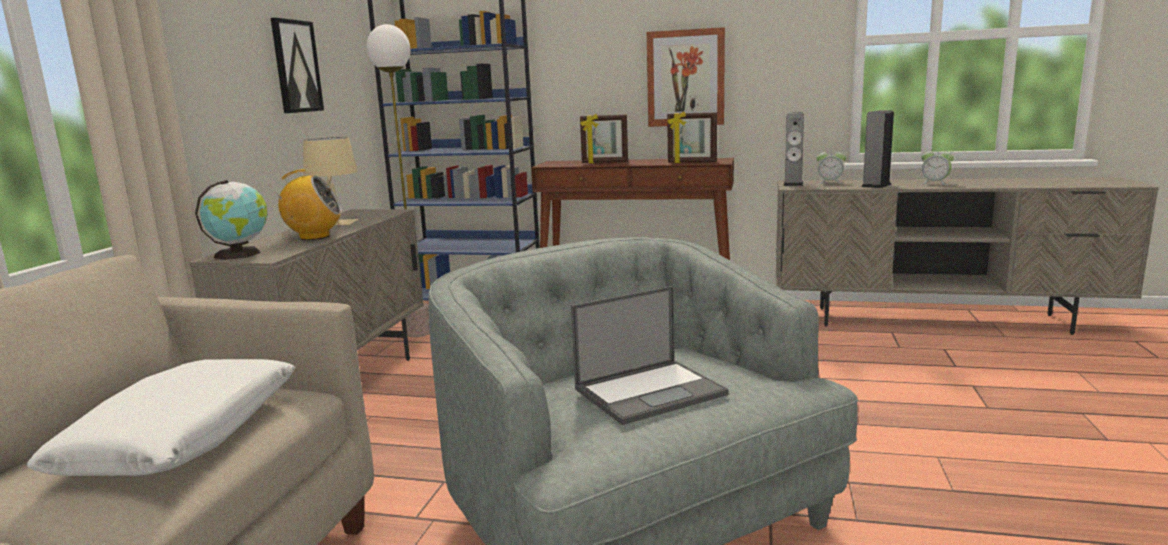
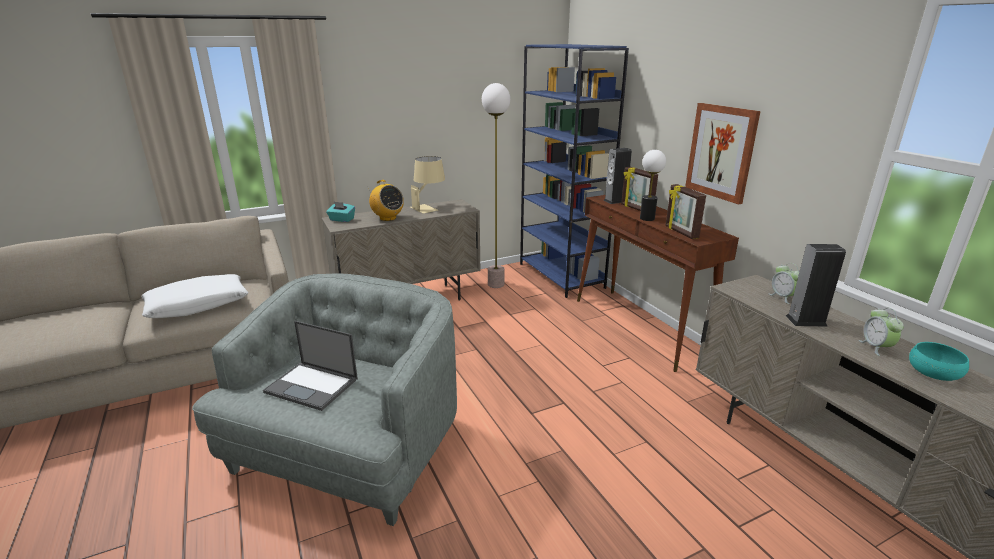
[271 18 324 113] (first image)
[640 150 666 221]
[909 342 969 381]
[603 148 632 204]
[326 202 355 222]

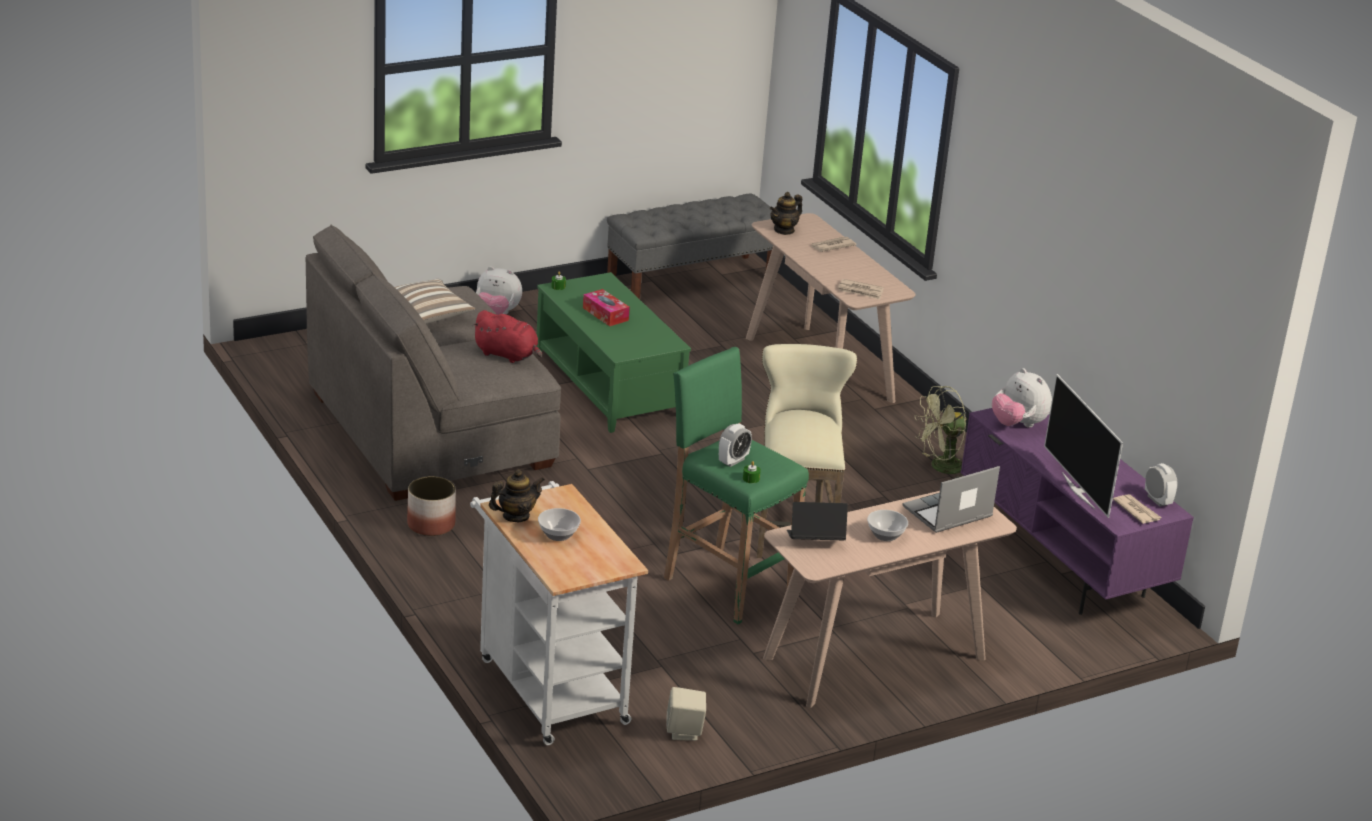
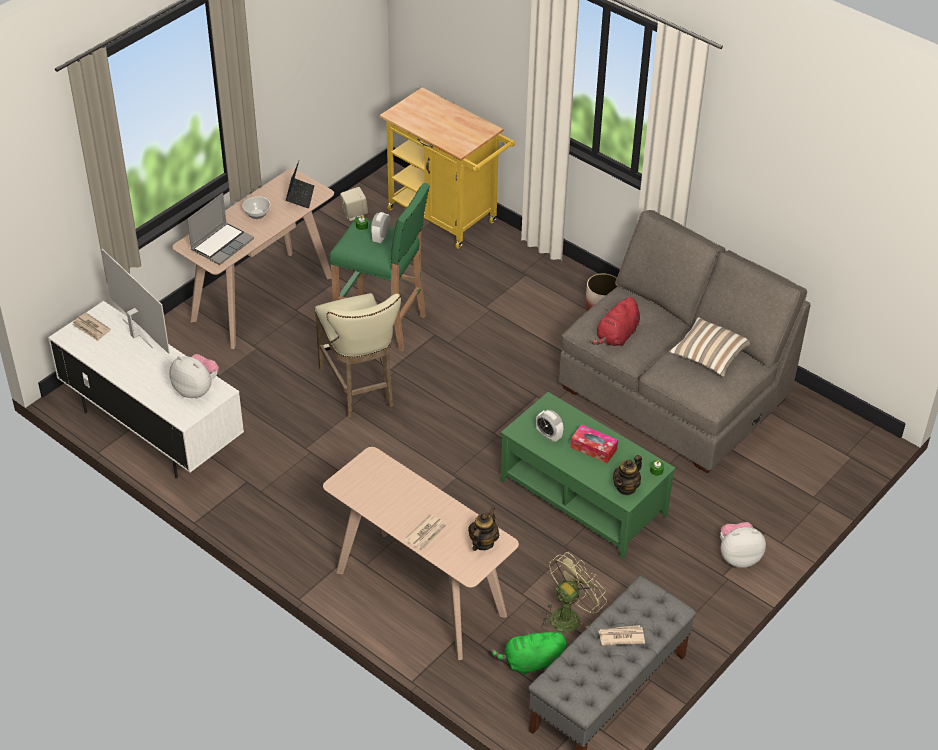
[538 508 581 541] (first image)
[491 629 567 675]
[613 455 642 496]
[598 625 645 646]
[541 552 607 633]
[536 410 563 442]
[380 88 515 249]
[48 301 244 478]
[590 297 640 347]
[286 161 314 209]

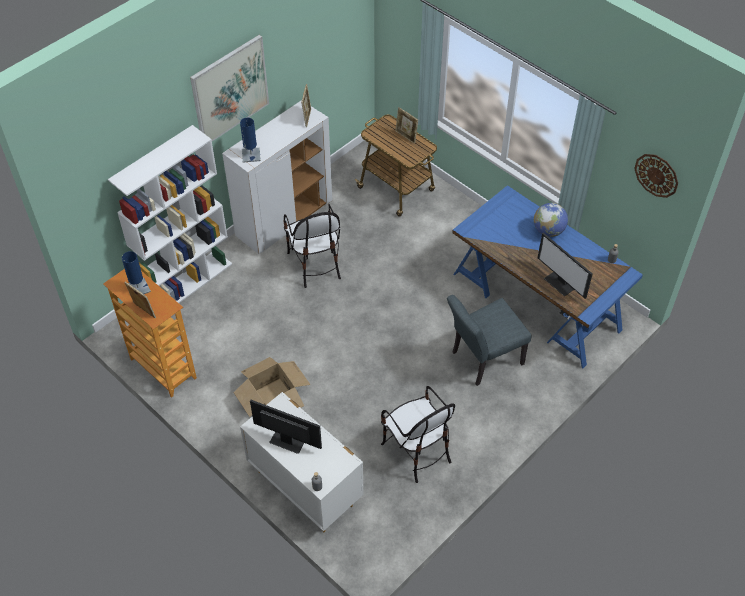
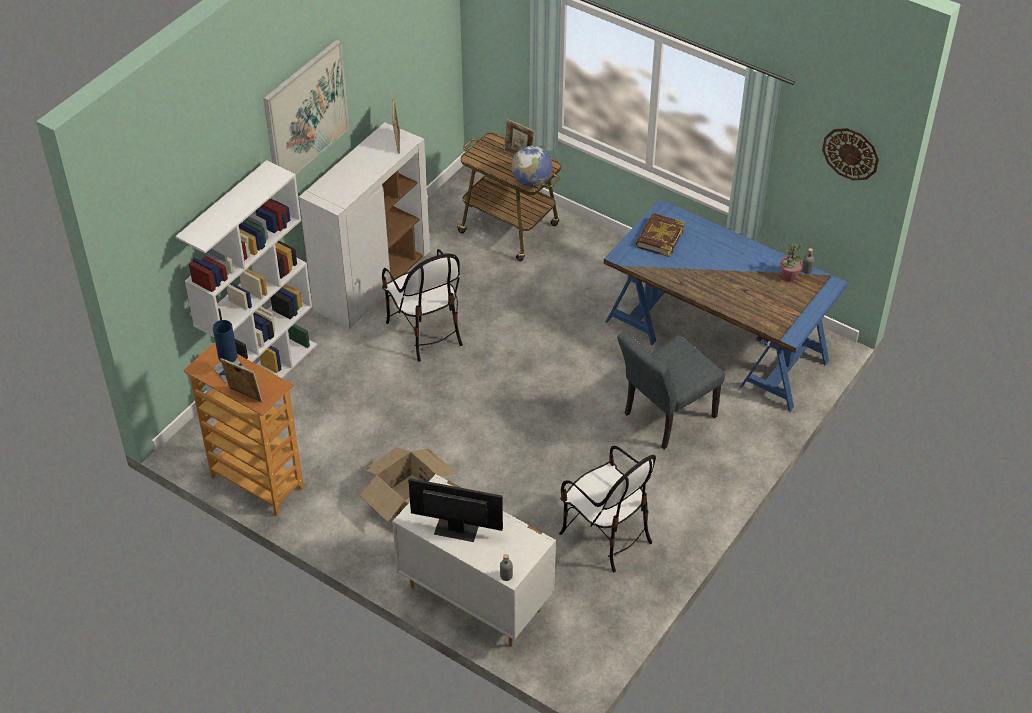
[240 118 261 163] (first image)
[538 233 593 299] (first image)
[636 213 685 257]
[780 243 803 282]
[511 146 552 187]

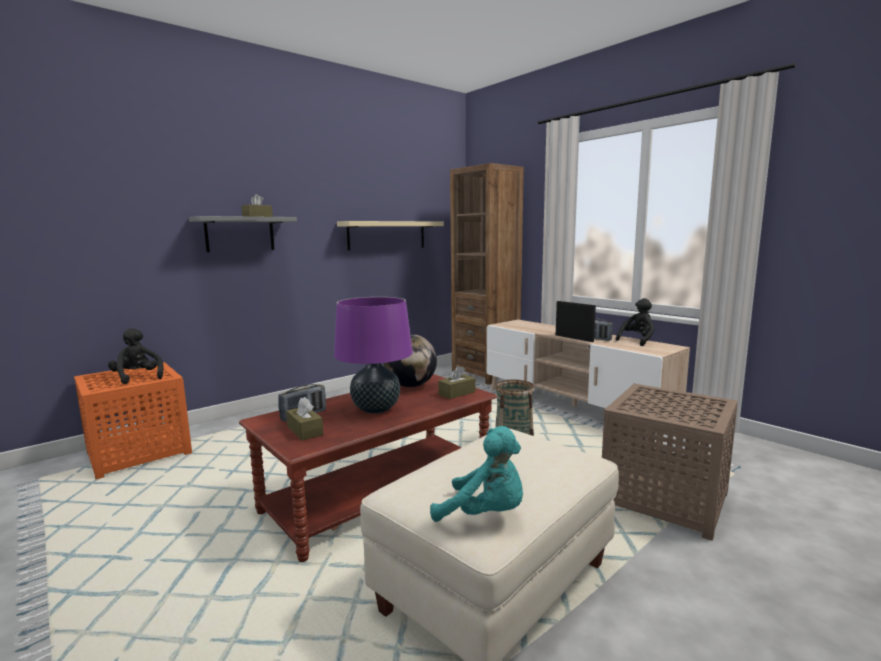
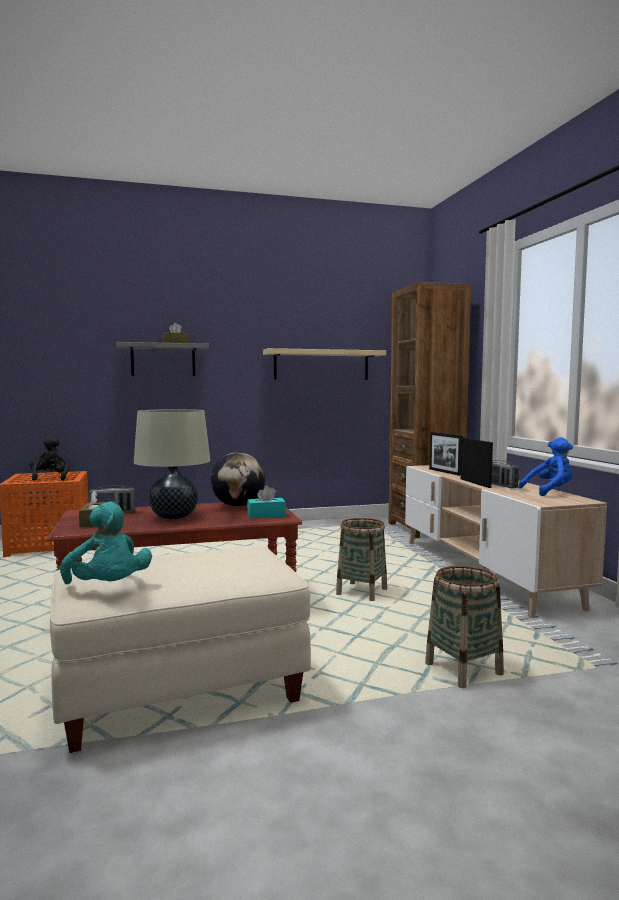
[429 432 463 476]
[425 566 504 688]
[134 409 210 520]
[247 485 286 518]
[518 437 573 496]

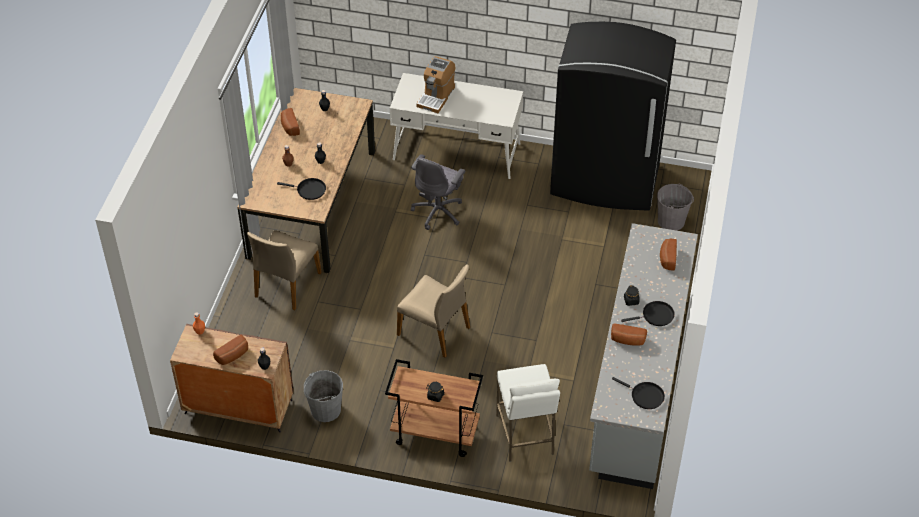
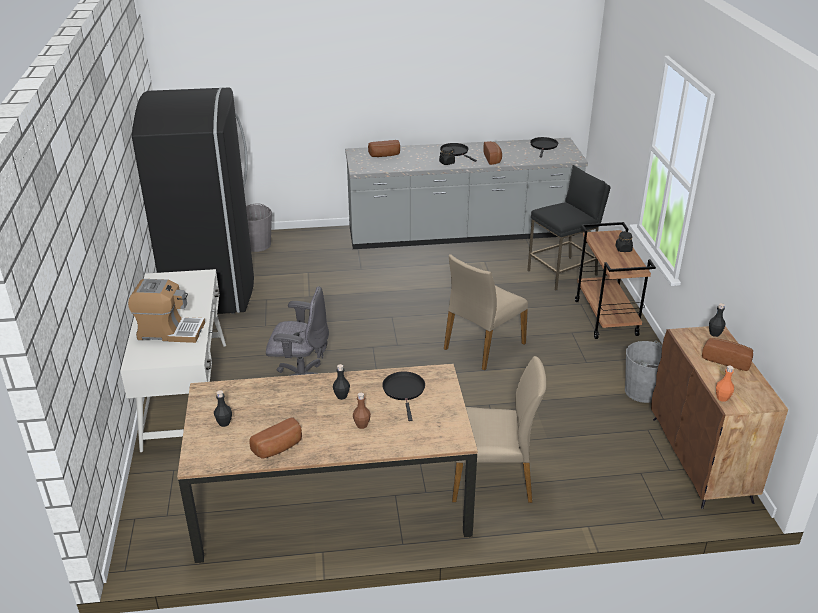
[527 165 611 291]
[444 254 528 370]

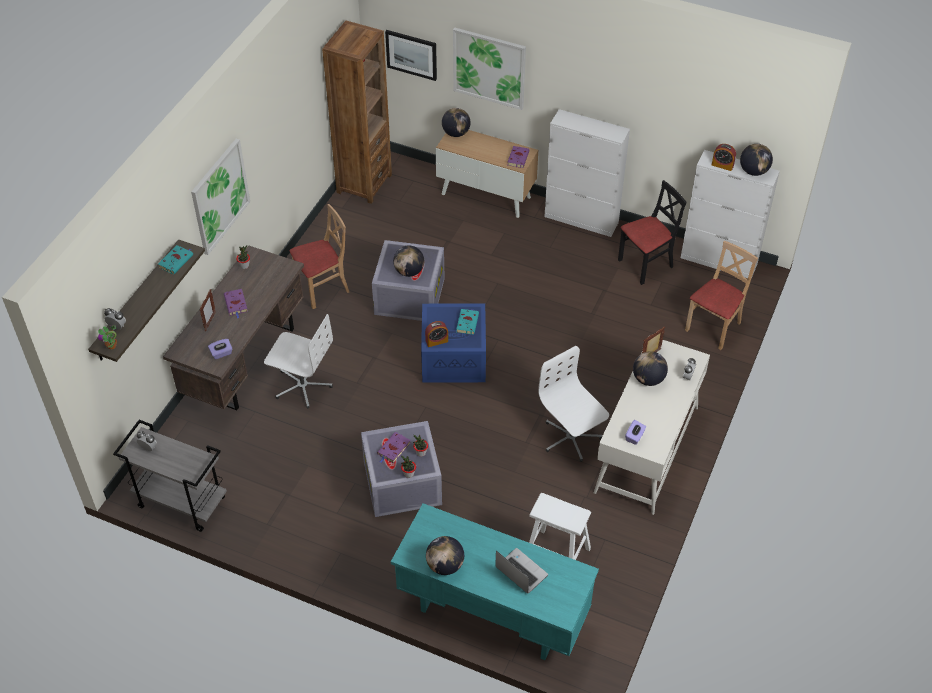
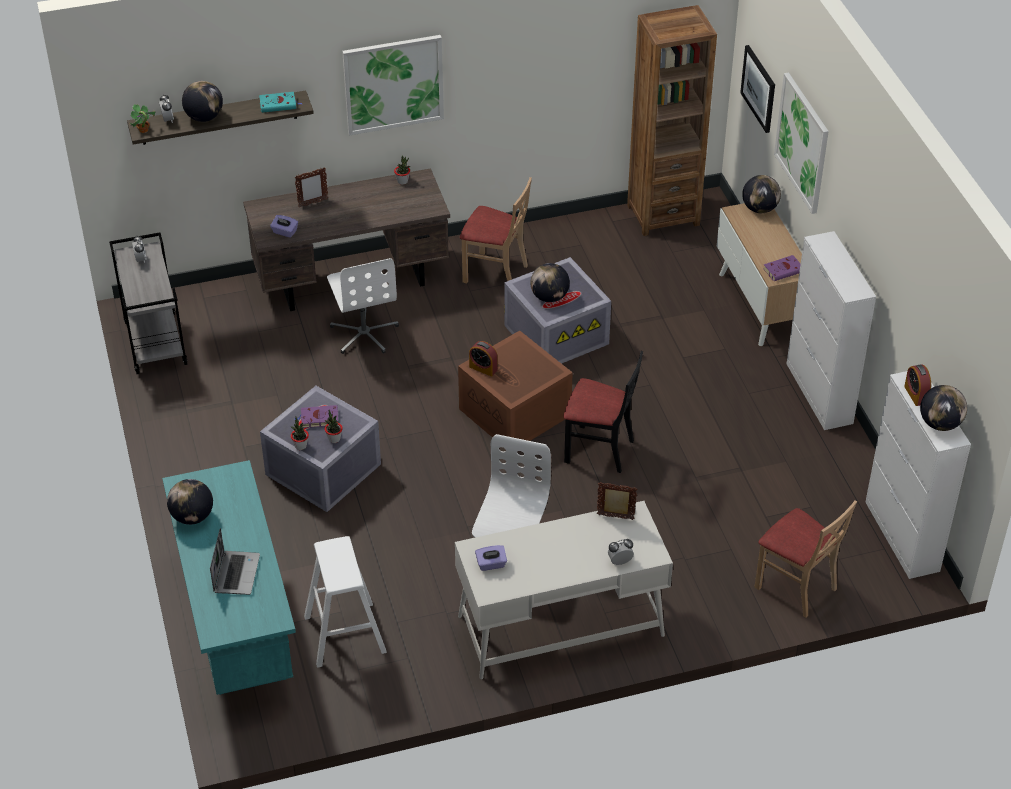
[224 289 248 319] (first image)
[456 309 479 335] (first image)
[563 351 643 473]
[182 81 223 122]
[458 331 573 441]
[755 500 857 618]

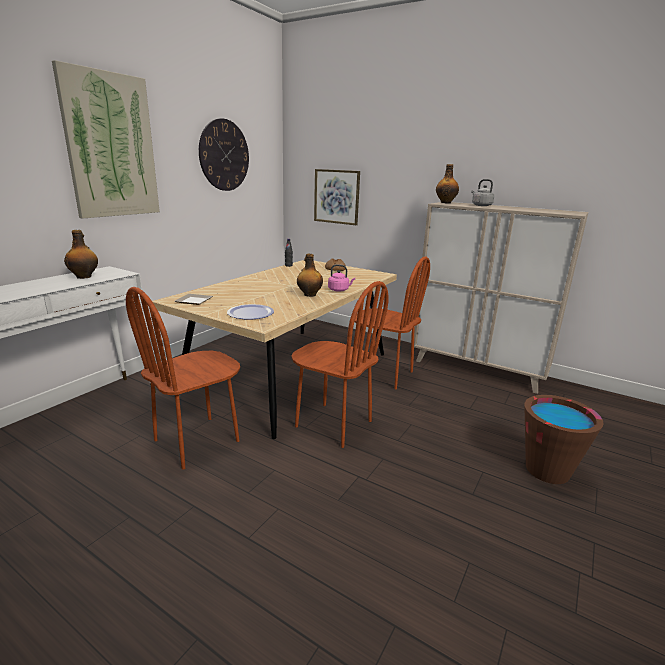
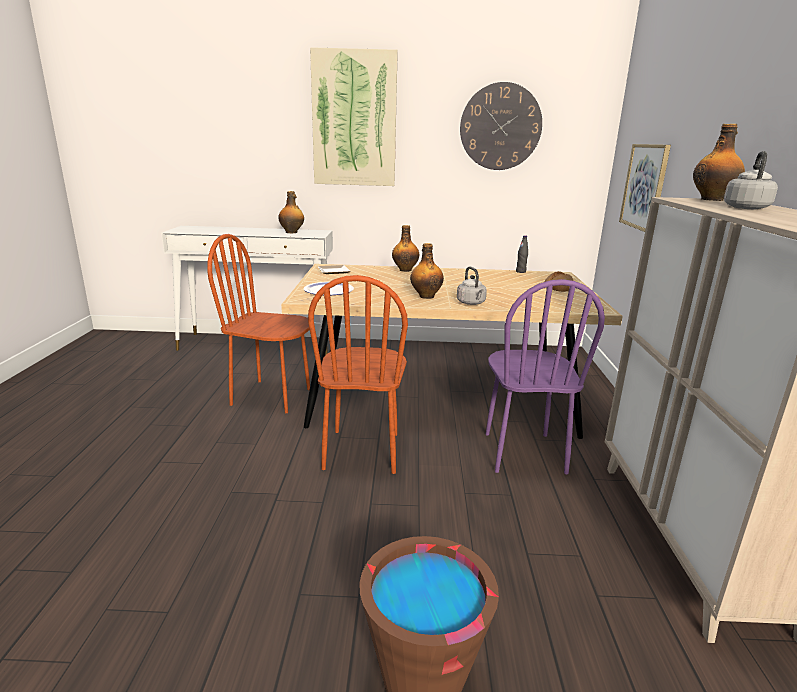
[392 225 419 272]
[457 267 487 305]
[485 279 605 474]

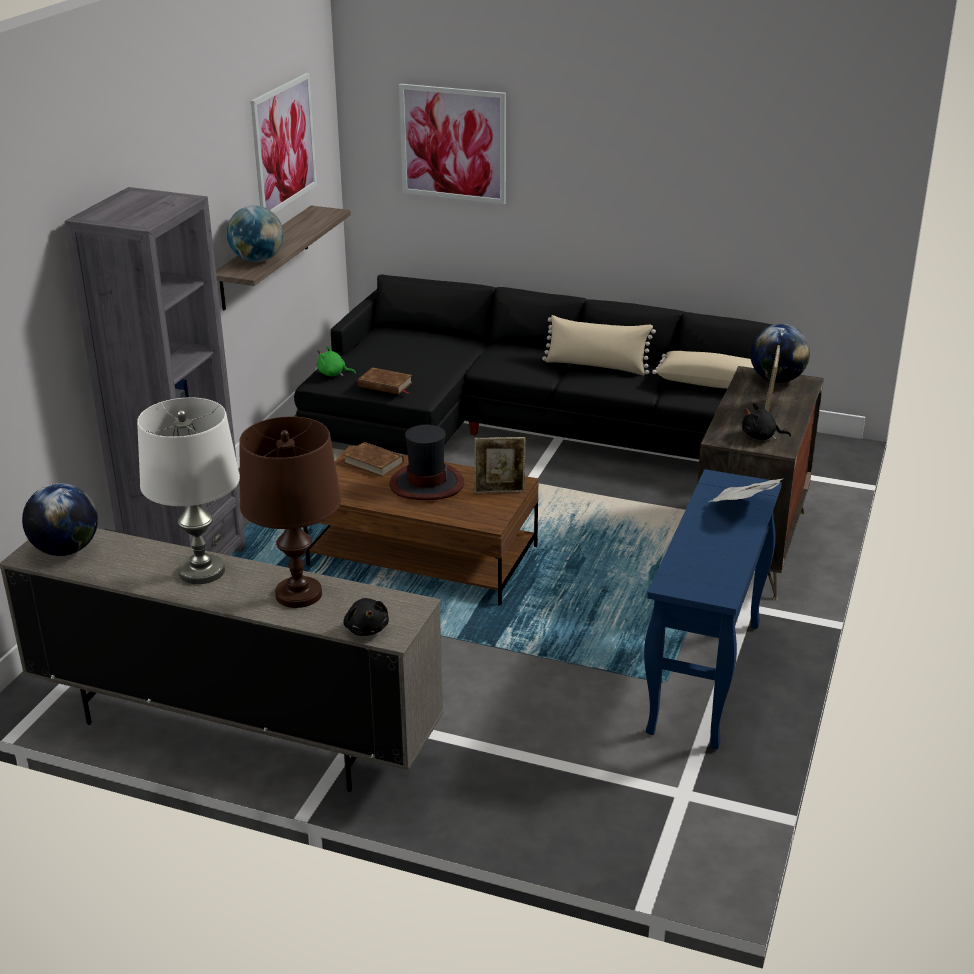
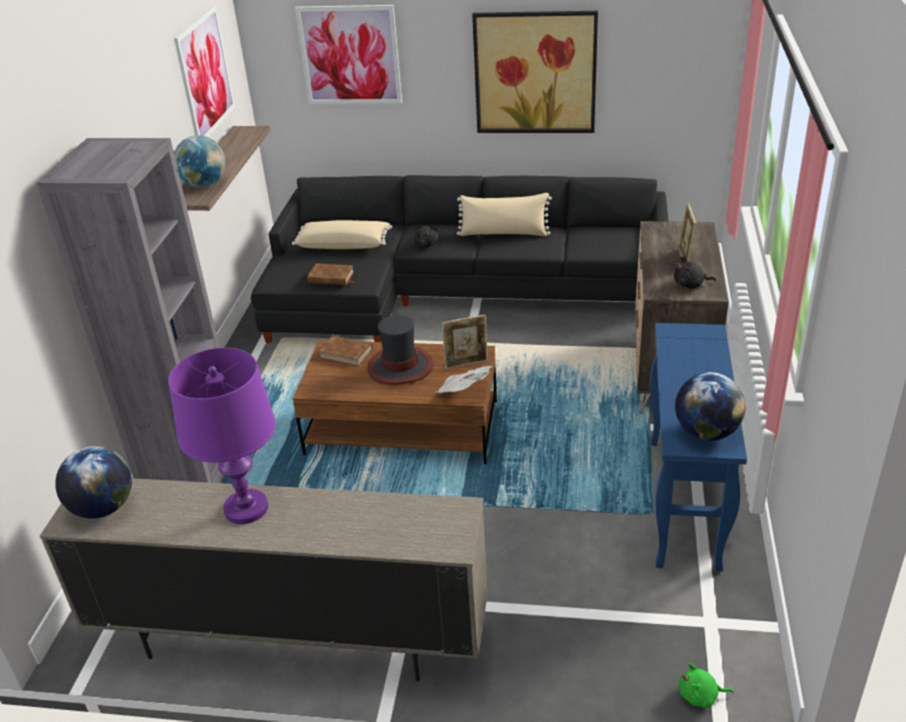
[239 416 341 608] (first image)
[472 11 598 133]
[679 663 734 708]
[413 225 438 247]
[292 220 392 249]
[436 366 492 393]
[675 372 746 441]
[168 348 276 524]

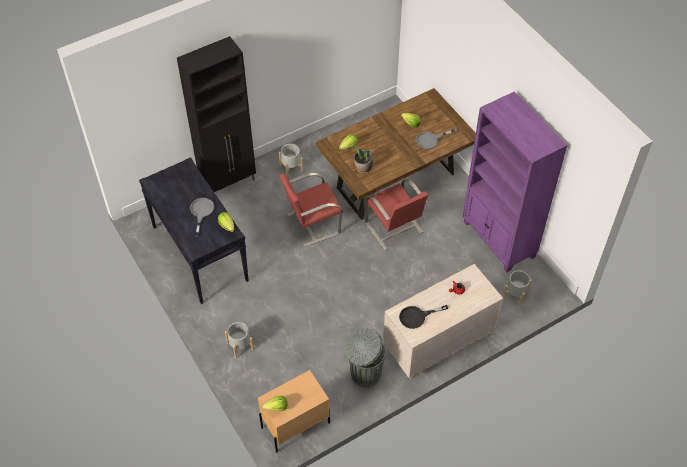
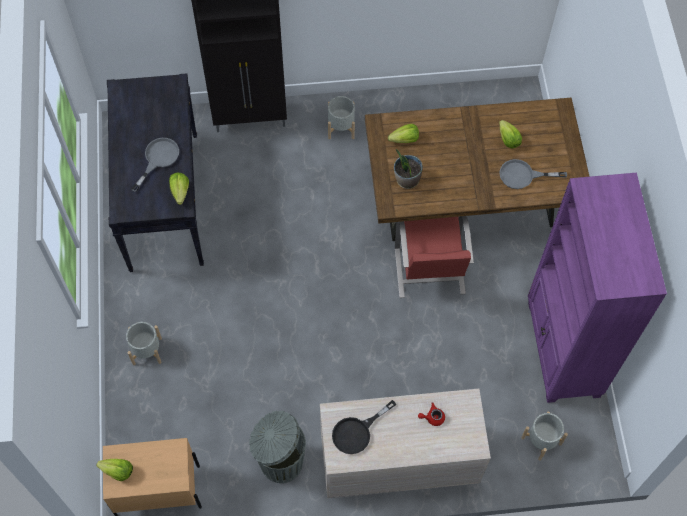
[279 173 343 247] (first image)
[332 400 396 454]

